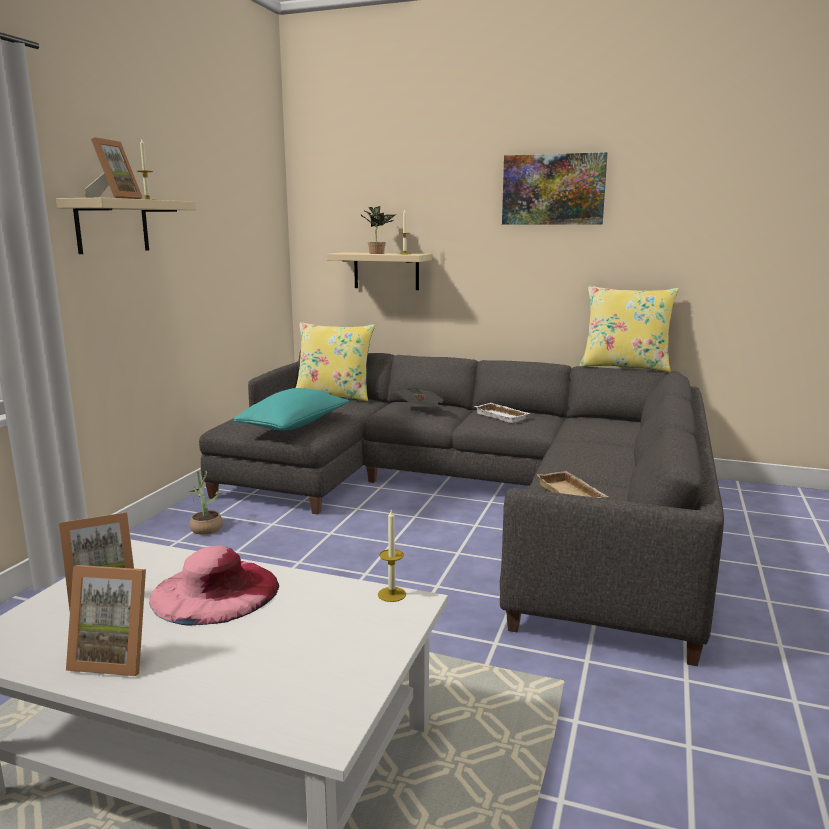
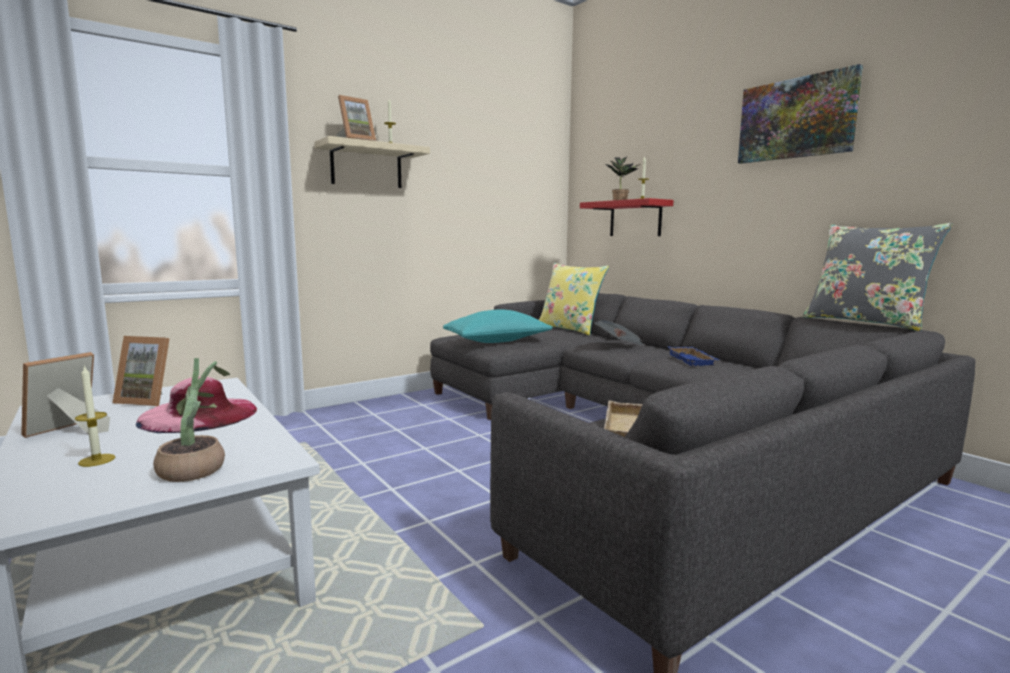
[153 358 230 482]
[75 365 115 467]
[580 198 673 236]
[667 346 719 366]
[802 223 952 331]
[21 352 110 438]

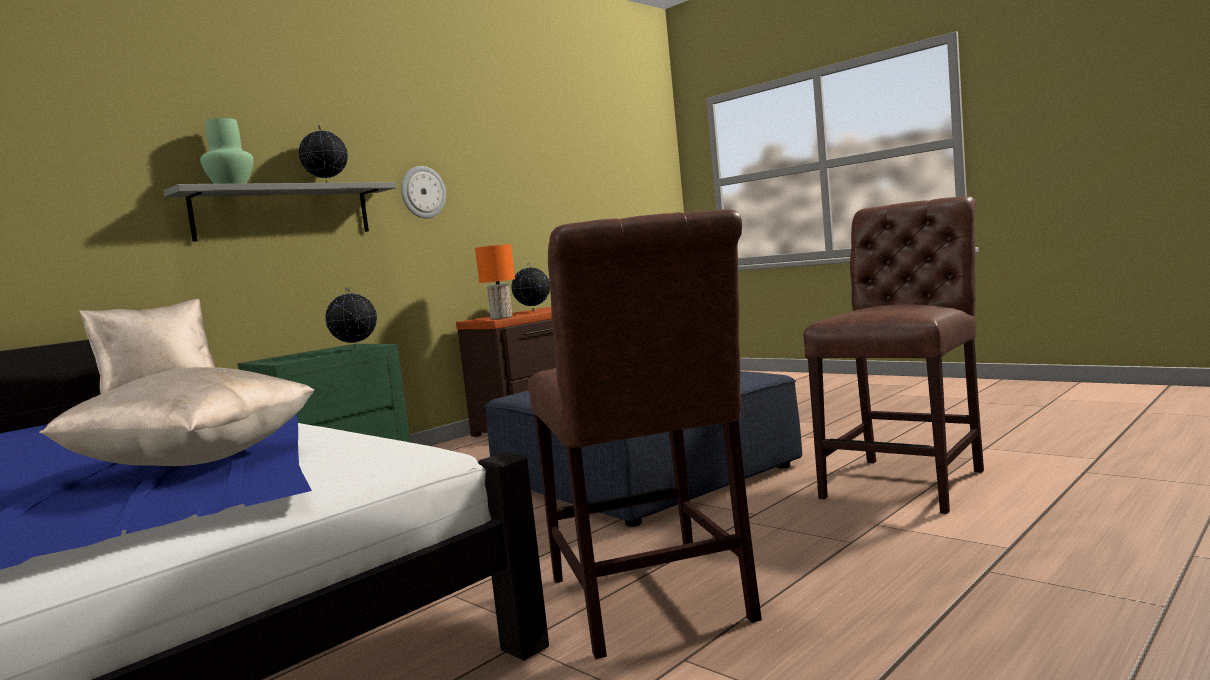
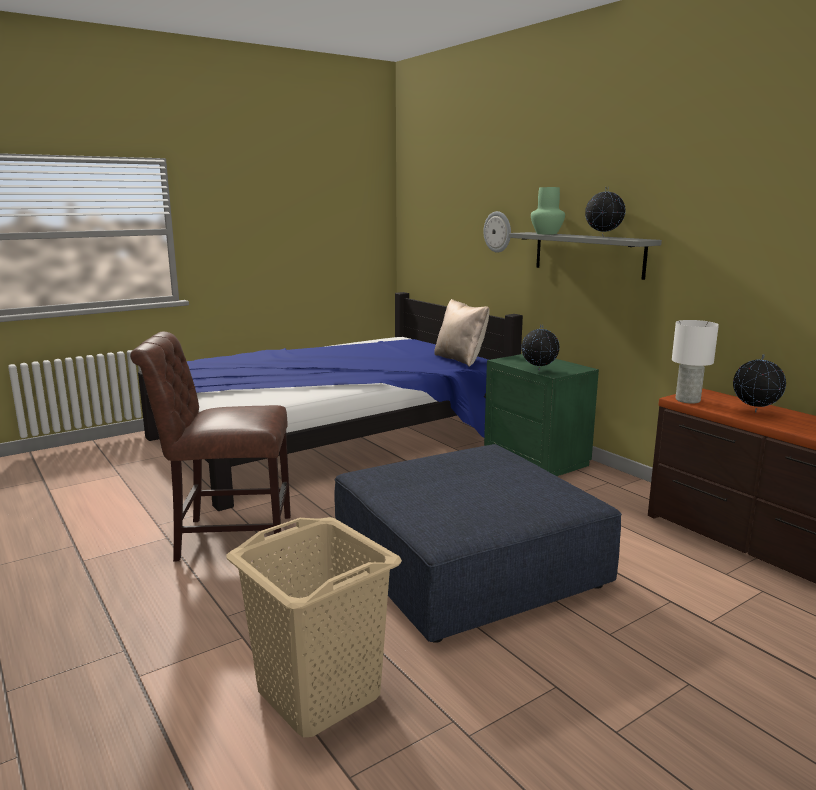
[39 367 314 466] (first image)
[483 211 511 253]
[226 517 402 738]
[672 320 719 404]

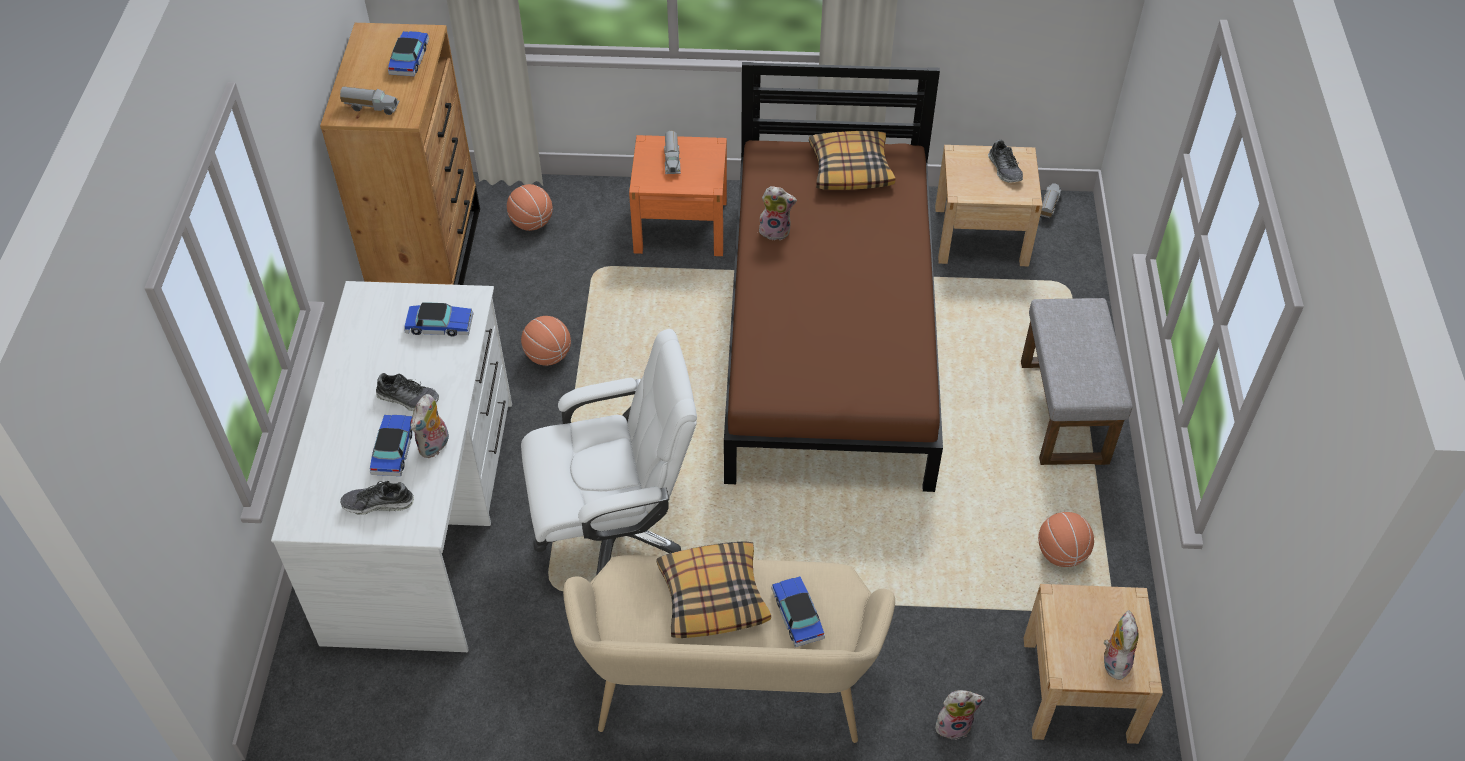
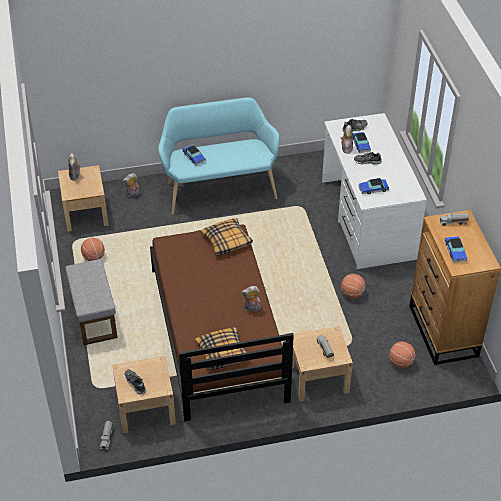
[521 329 697 575] (first image)
[201 218 253 255]
[158 97 279 215]
[292 326 353 402]

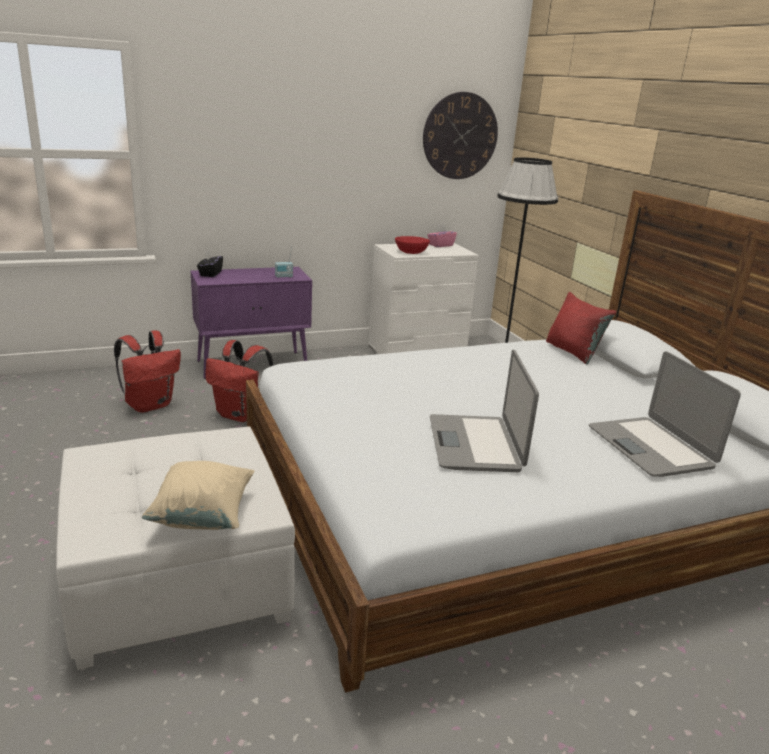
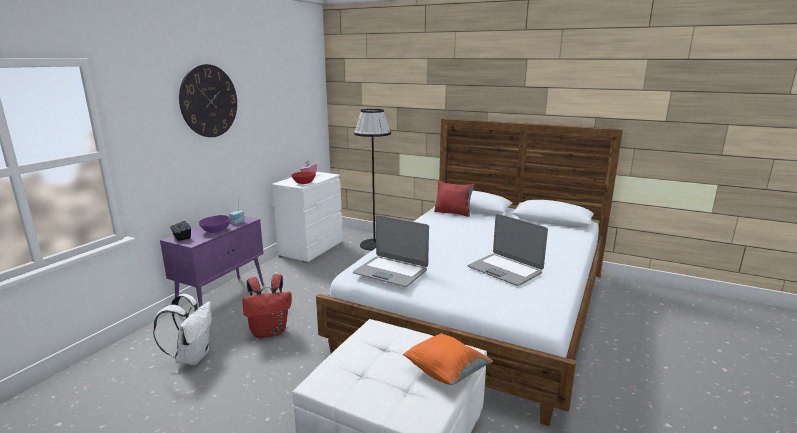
[198 215 230 233]
[179 64 237 137]
[353 215 429 287]
[153 294 212 365]
[403 333 493 385]

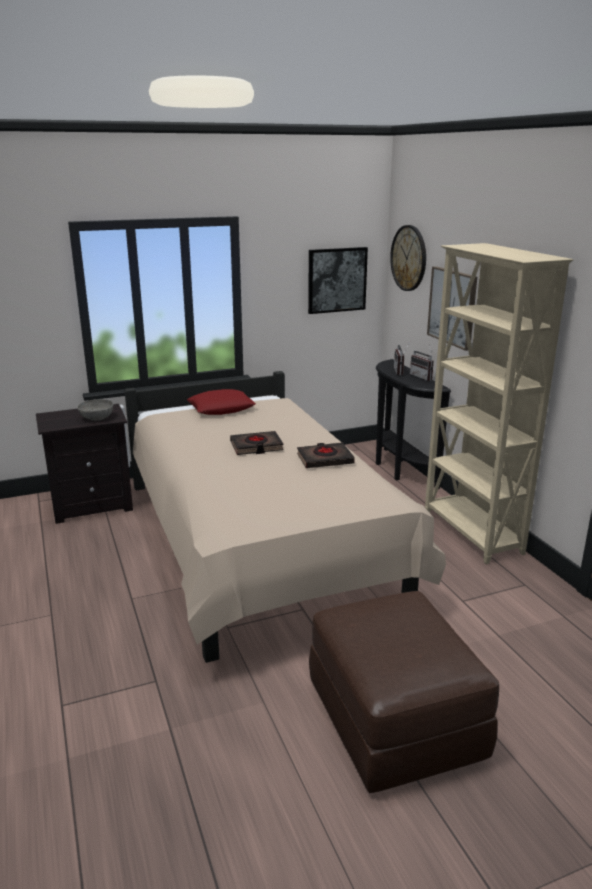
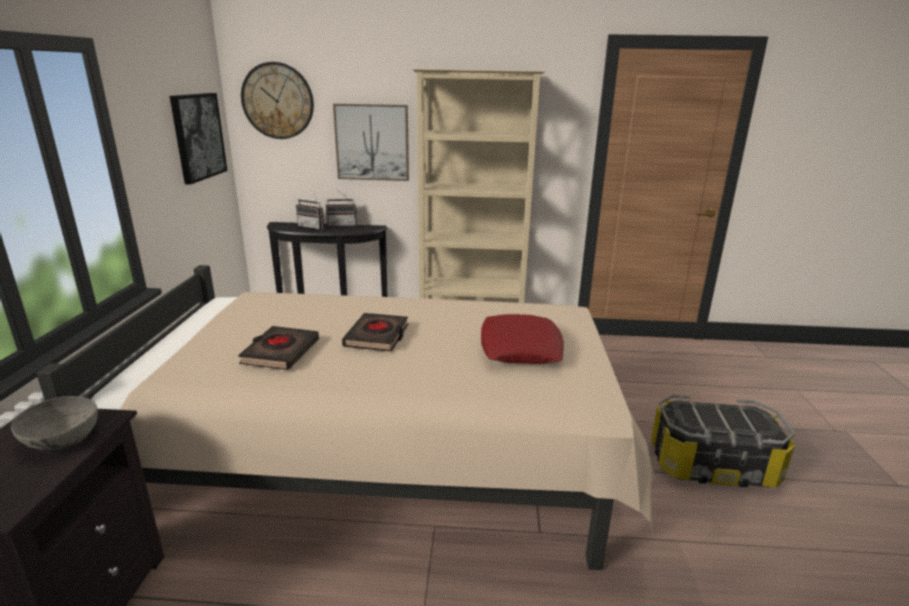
[481 314 564 364]
[238 326 319 370]
[651 394 795 487]

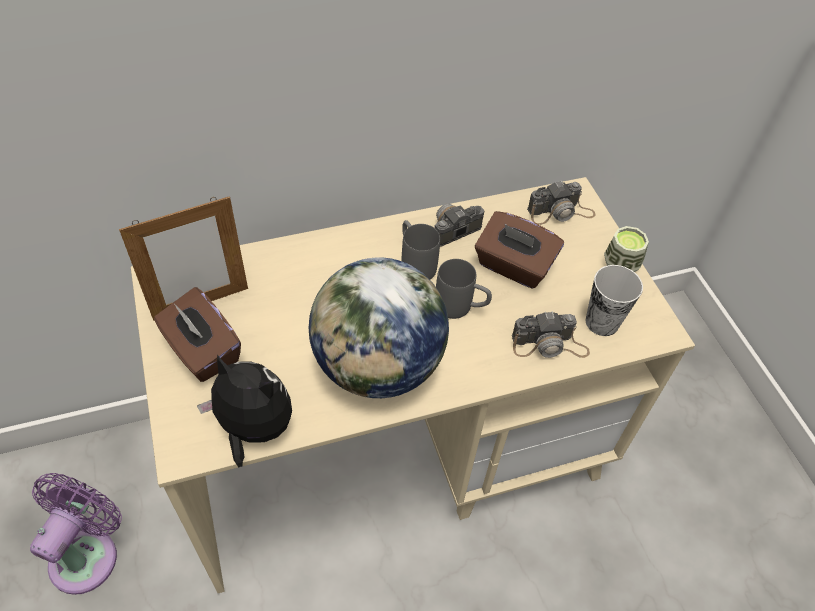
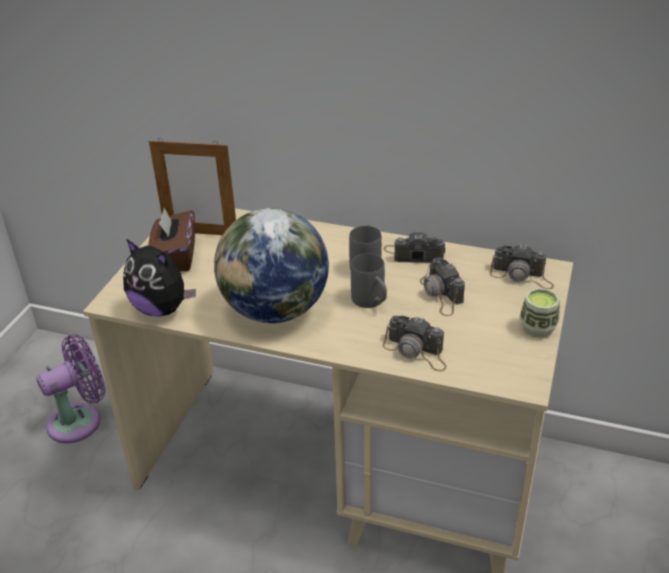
[586 265 643 336] (first image)
[420 257 465 316]
[123 239 196 316]

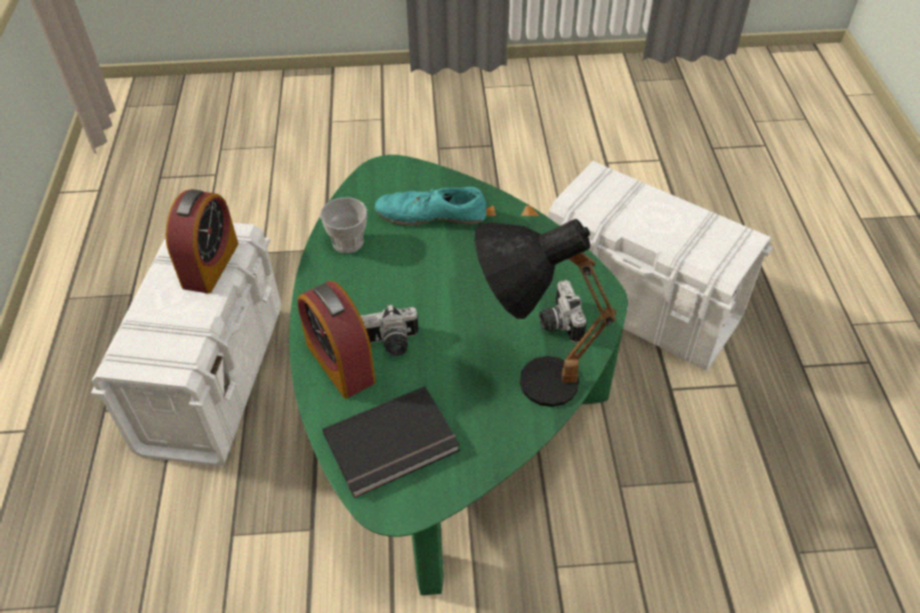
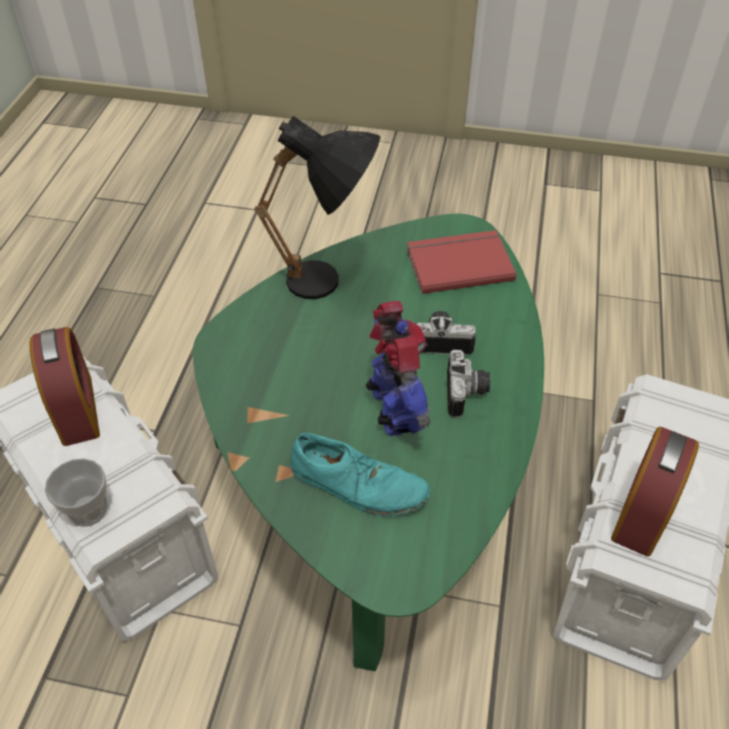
[366 301 431 436]
[29 327 100 446]
[45 458 108 527]
[447 350 490 418]
[407 230 516 294]

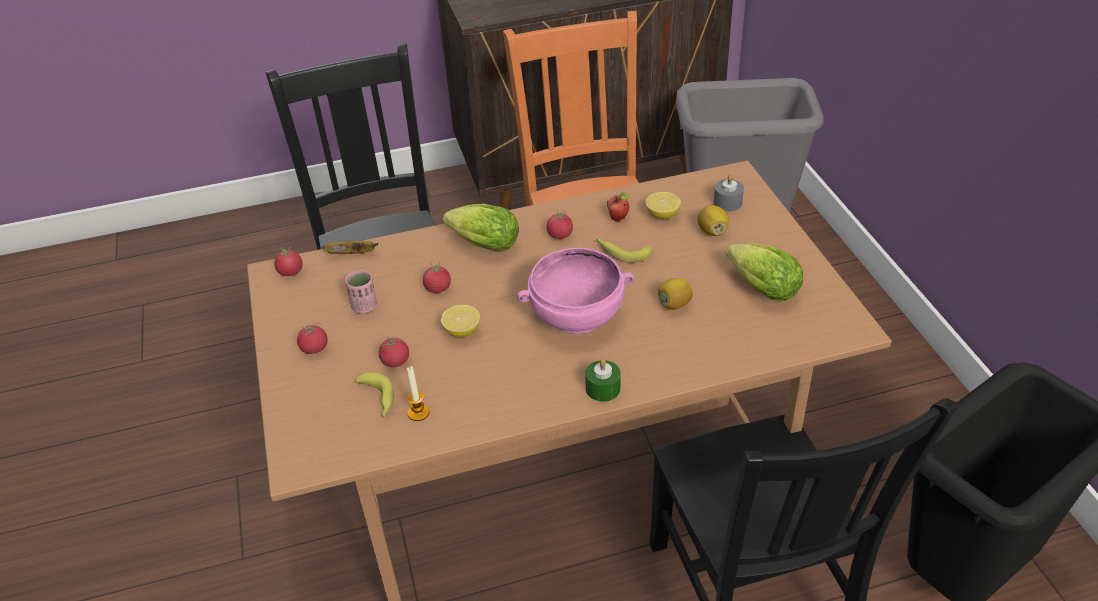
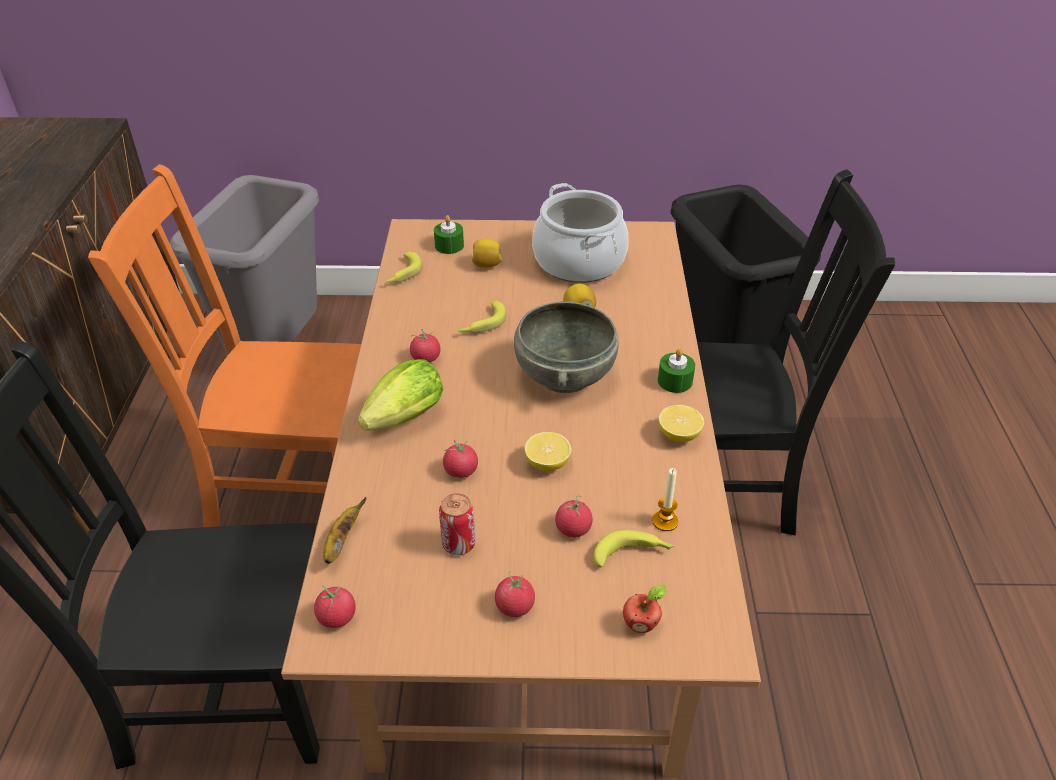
[385 252 423 284]
[623 585 666 633]
[659 405 704 442]
[439 493 475 555]
[532 183 629 283]
[514 301 619 393]
[434 215 464 254]

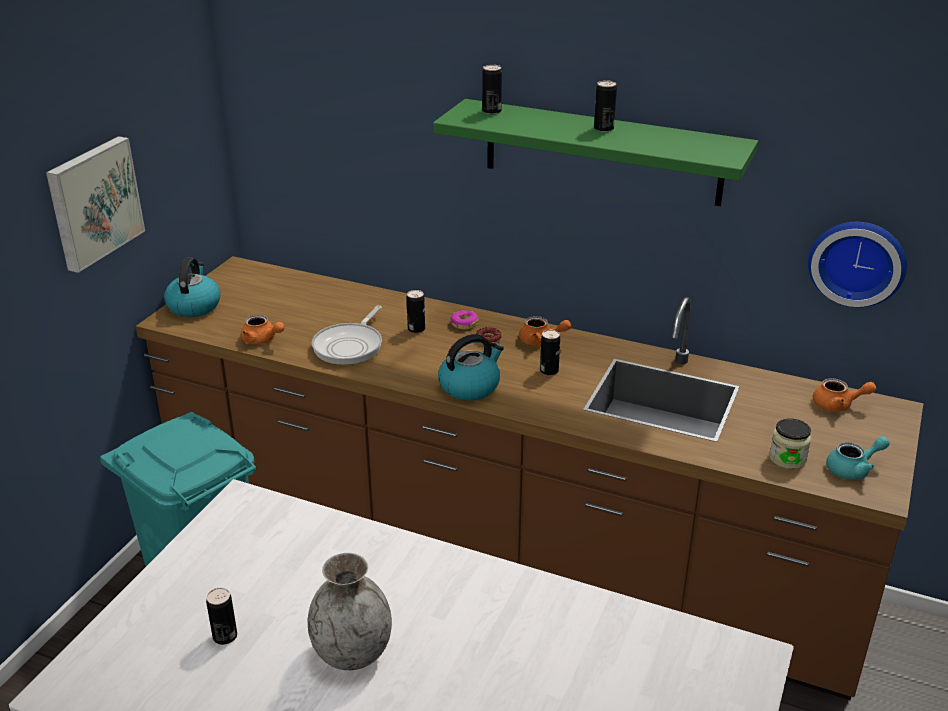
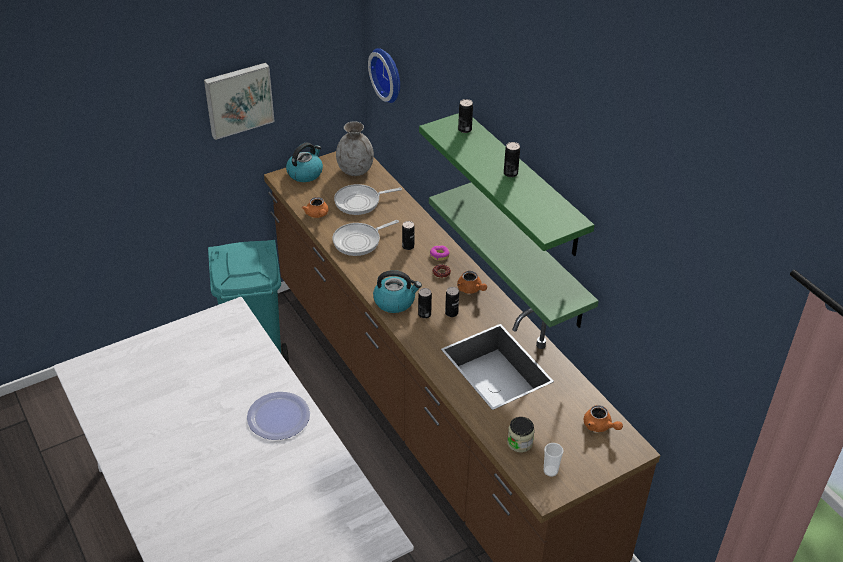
[247 392 310 440]
[334 184 402 215]
[429 182 599 328]
[418 288 432 318]
[336 122 374 176]
[368 48 400 103]
[544 443 564 477]

